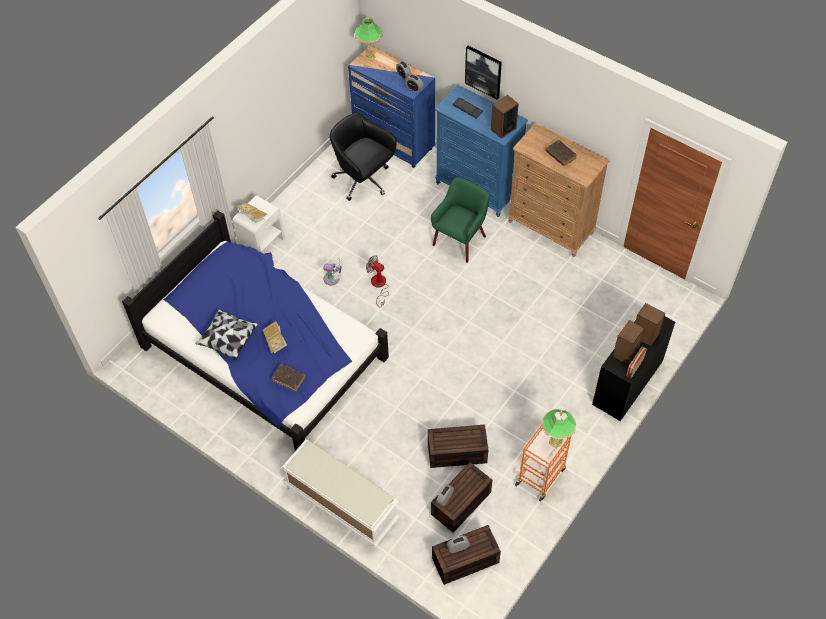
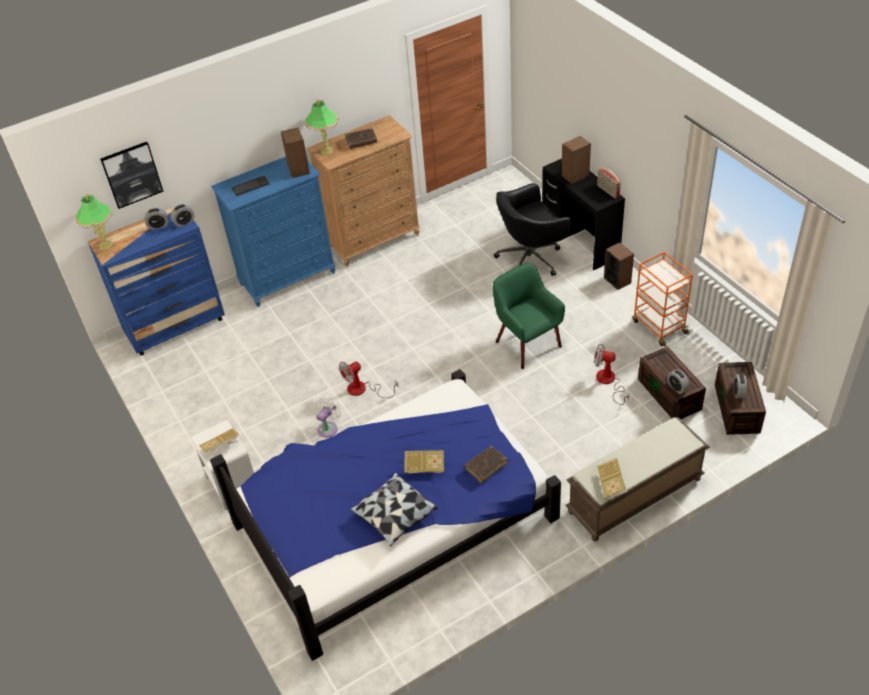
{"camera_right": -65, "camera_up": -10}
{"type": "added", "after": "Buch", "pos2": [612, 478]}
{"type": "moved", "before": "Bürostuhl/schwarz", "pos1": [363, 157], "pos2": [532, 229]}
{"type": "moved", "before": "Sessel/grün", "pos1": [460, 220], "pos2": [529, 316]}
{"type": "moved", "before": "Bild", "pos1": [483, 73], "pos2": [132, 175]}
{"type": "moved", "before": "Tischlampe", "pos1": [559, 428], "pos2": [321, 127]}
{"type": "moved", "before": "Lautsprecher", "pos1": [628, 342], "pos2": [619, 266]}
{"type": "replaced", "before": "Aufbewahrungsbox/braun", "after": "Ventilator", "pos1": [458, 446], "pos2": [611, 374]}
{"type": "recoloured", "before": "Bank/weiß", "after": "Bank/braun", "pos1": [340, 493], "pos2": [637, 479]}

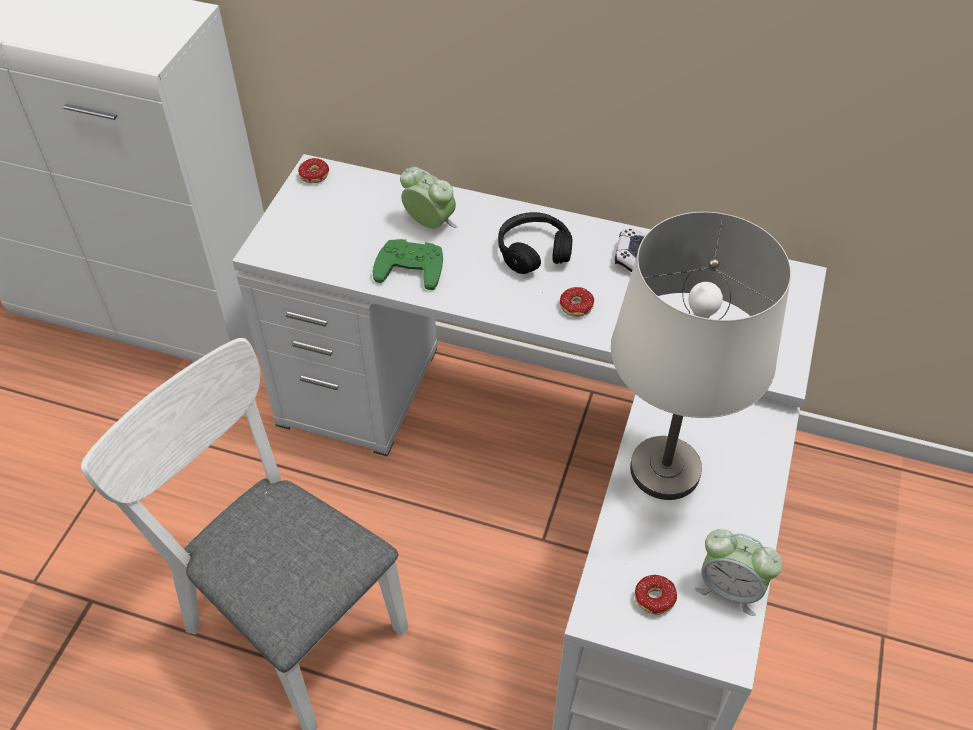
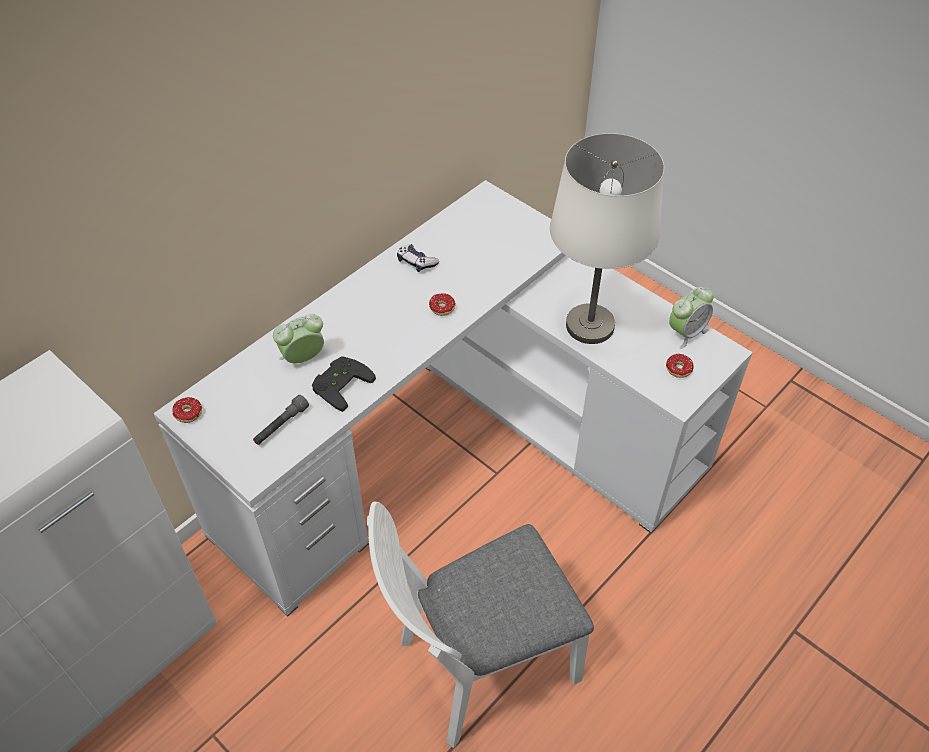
{"camera_right": -65, "camera_up": 0}
{"type": "removed", "before": "Kopfhörer/schwarz", "pos1": [535, 243]}
{"type": "added", "after": "Taschenlampe/grau", "pos2": [281, 420]}
{"type": "recoloured", "before": "Gamepad/grün", "after": "Gamepad/schwarz", "pos1": [408, 264], "pos2": [344, 384]}

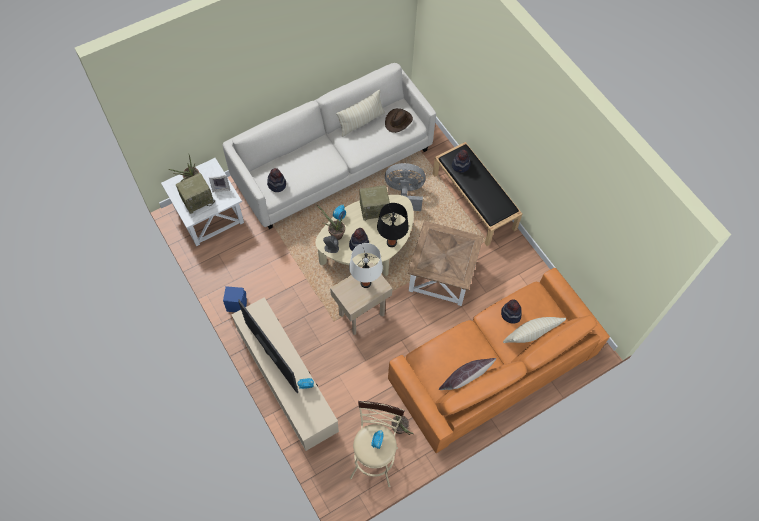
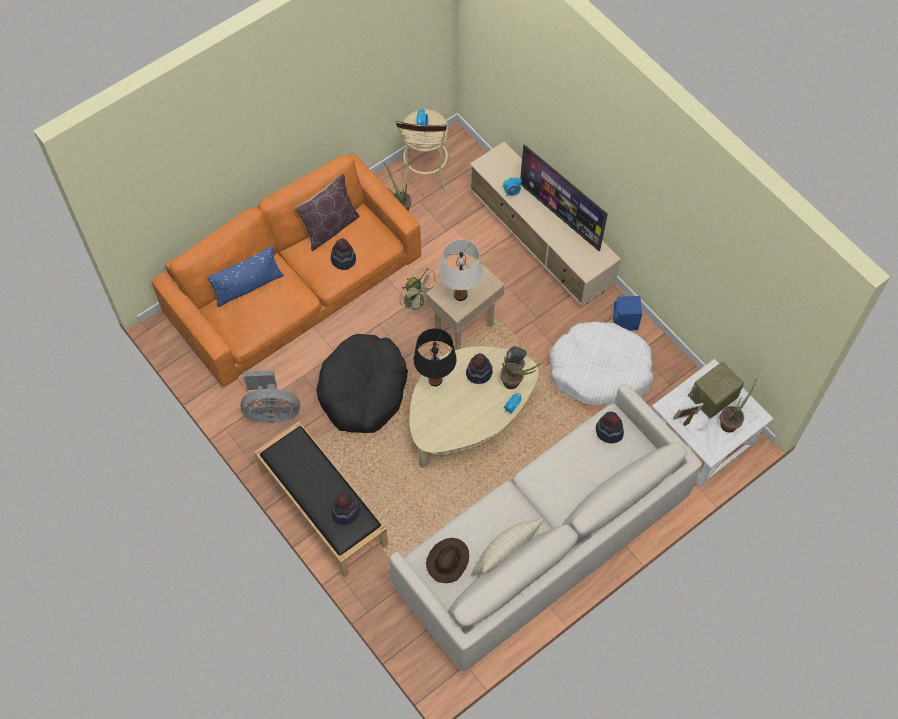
{"camera_right": 175, "camera_up": 0}
{"type": "removed", "before": "Radio", "pos1": [375, 203]}
{"type": "added", "after": "Ventilator/grün", "pos2": [419, 292]}
{"type": "added", "after": "Hundebett/weiß", "pos2": [601, 363]}
{"type": "moved", "before": "Ventilator/grau", "pos1": [405, 187], "pos2": [270, 396]}
{"type": "moved", "before": "Hut", "pos1": [511, 312], "pos2": [343, 254]}
{"type": "replaced", "before": "Beistelltisch/braun", "after": "Hundebett/schwarz", "pos1": [445, 263], "pos2": [362, 383]}
{"type": "recoloured", "before": "Kissen/beige", "after": "Kissen/blau", "pos1": [534, 330], "pos2": [245, 276]}

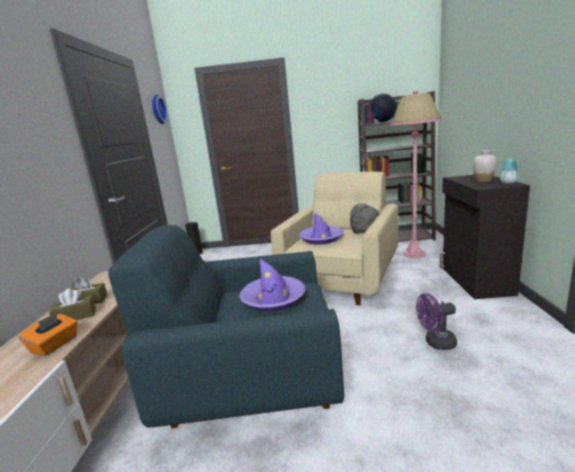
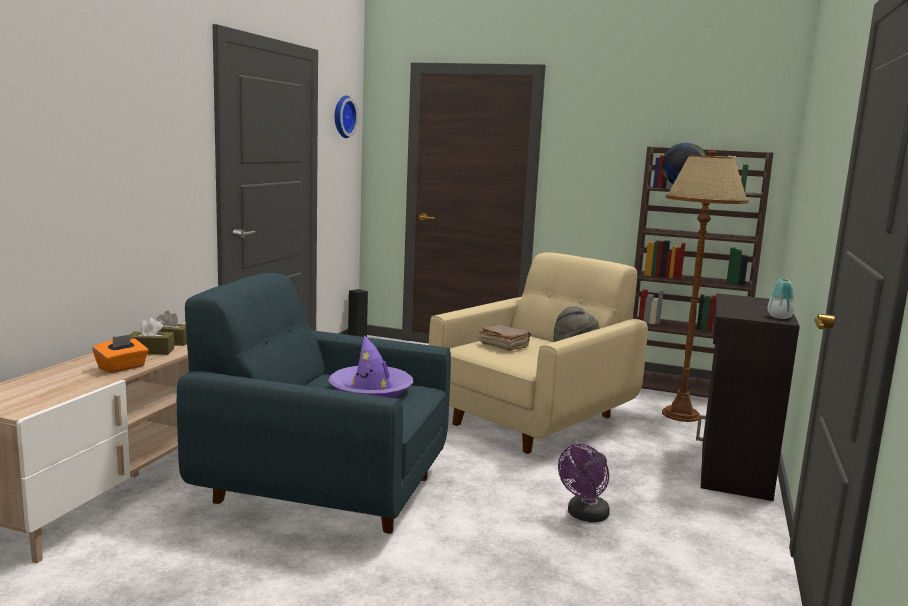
{"camera_right": 15, "camera_up": -5}
{"type": "removed", "before": "Vase/weiß", "pos1": [485, 166]}
{"type": "replaced", "before": "Hut/lila", "after": "Buch/braun", "pos1": [321, 228], "pos2": [505, 337]}
{"type": "recoloured", "before": "Stehlampe/rosa", "after": "Stehlampe/braun", "pos1": [416, 174], "pos2": [705, 286]}
{"type": "turned", "before": "Ventilator/lila", "pos1": [436, 321], "pos2": [584, 483], "turn": -60}

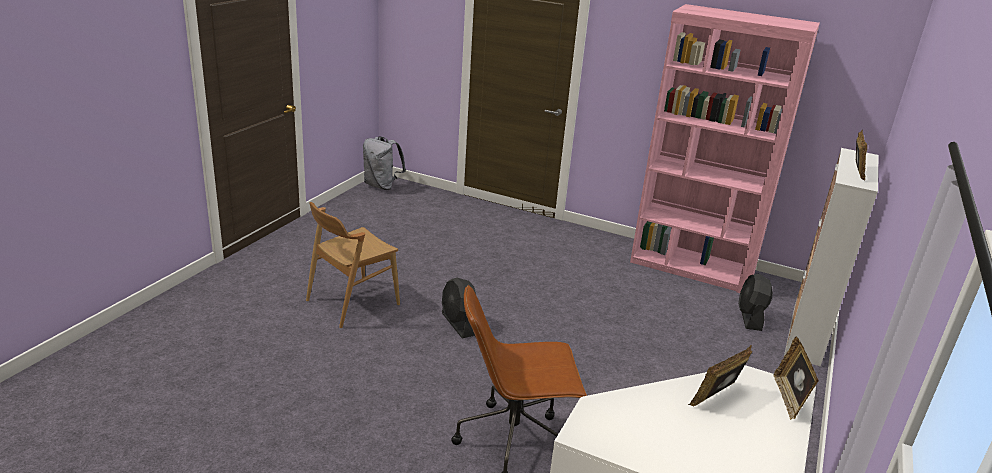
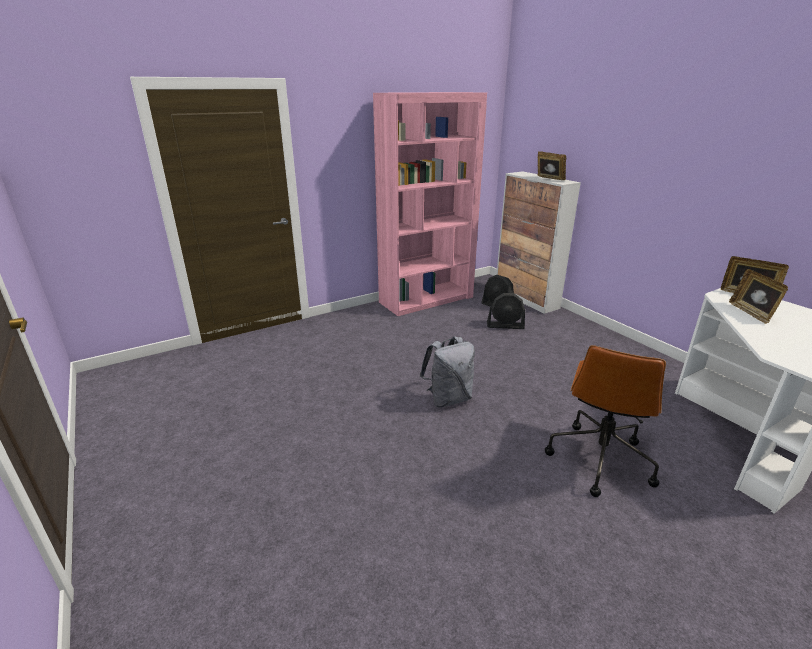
{"camera_right": -55, "camera_up": 0}
{"type": "removed", "before": "Stuhl/braun", "pos1": [353, 265]}
{"type": "moved", "before": "Rucksack/grau", "pos1": [384, 163], "pos2": [447, 371]}
{"type": "moved", "before": "Ventilator/schwarz", "pos1": [459, 308], "pos2": [506, 311]}

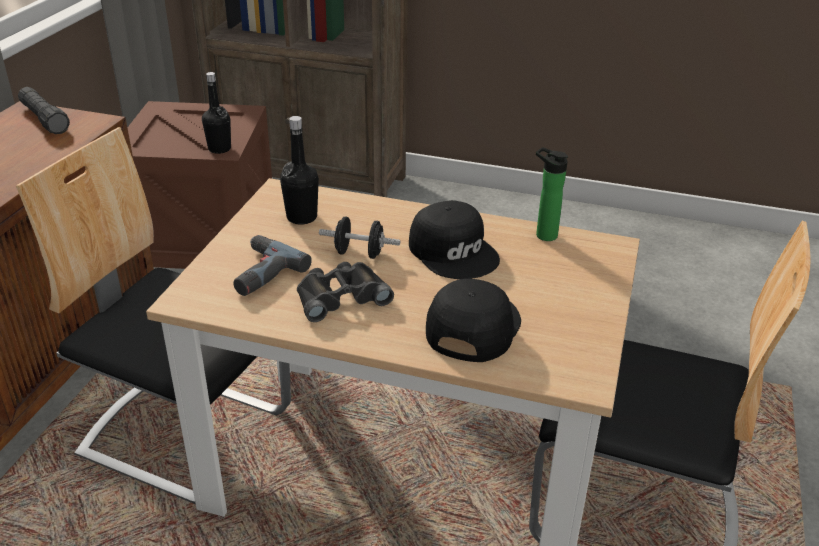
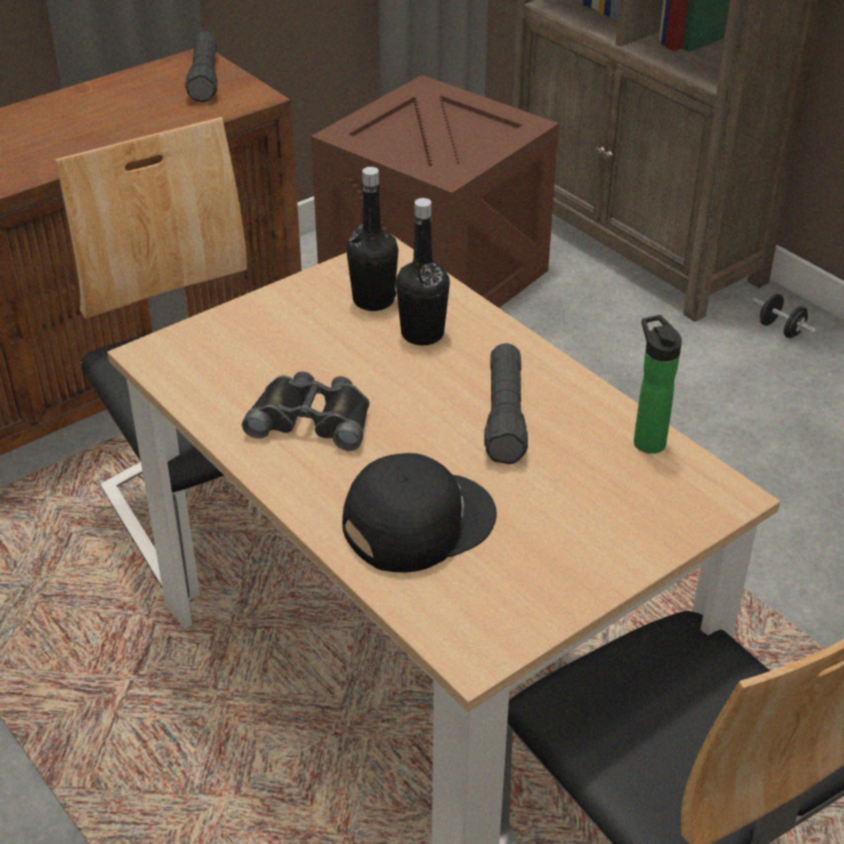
{"camera_right": 35, "camera_up": 5}
{"type": "removed", "before": "Bohrmaschine", "pos1": [273, 265]}
{"type": "moved", "before": "Flasche/schwarz", "pos1": [216, 113], "pos2": [423, 271]}
{"type": "moved", "before": "Hantel/schwarz", "pos1": [359, 238], "pos2": [784, 316]}
{"type": "replaced", "before": "Kappe/schwarz", "after": "Taschenlampe/schwarz", "pos1": [454, 239], "pos2": [506, 403]}

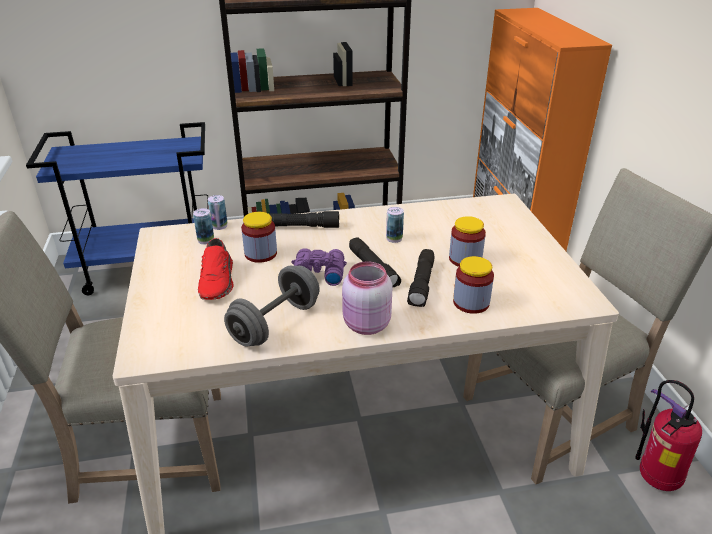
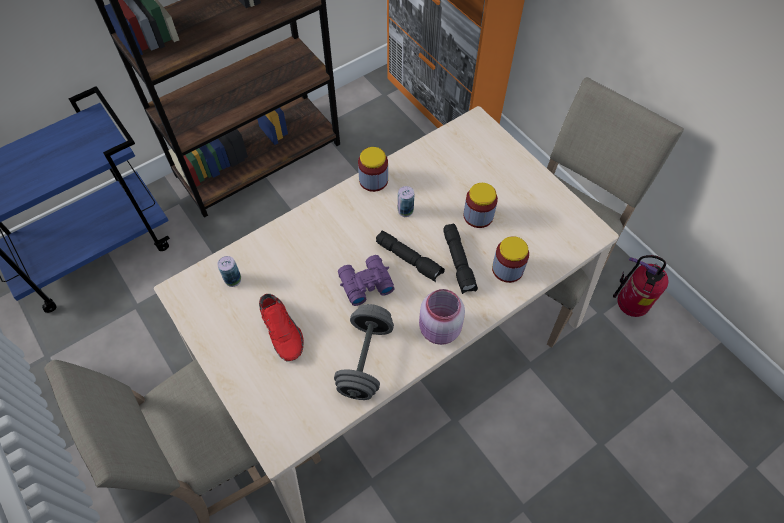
{"camera_right": -25, "camera_up": 25}
{"type": "removed", "before": "Dose", "pos1": [217, 212]}
{"type": "removed", "before": "Taschenlampe/schwarz", "pos1": [304, 219]}
{"type": "moved", "before": "Vorratsglas", "pos1": [259, 237], "pos2": [373, 169]}

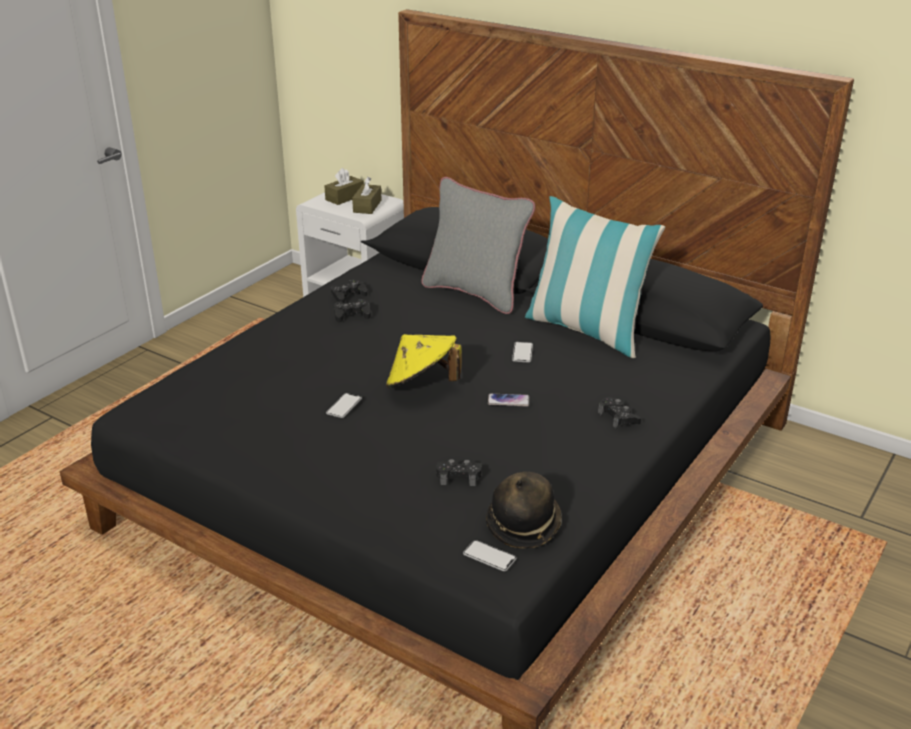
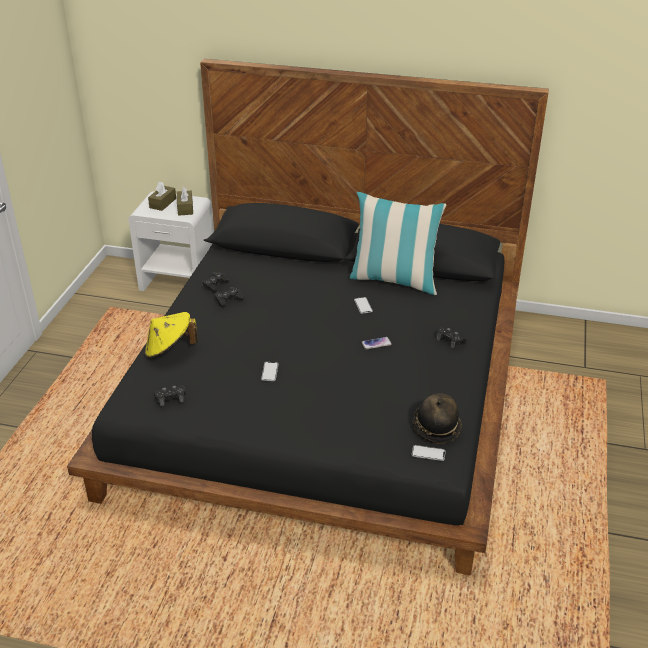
{"camera_right": -20, "camera_up": 5}
{"type": "removed", "before": "Kissen/grau", "pos1": [478, 245]}
{"type": "moved", "before": "Hut/gelb", "pos1": [424, 361], "pos2": [171, 335]}
{"type": "moved", "before": "Gamepad/schwarz", "pos1": [459, 472], "pos2": [170, 395]}

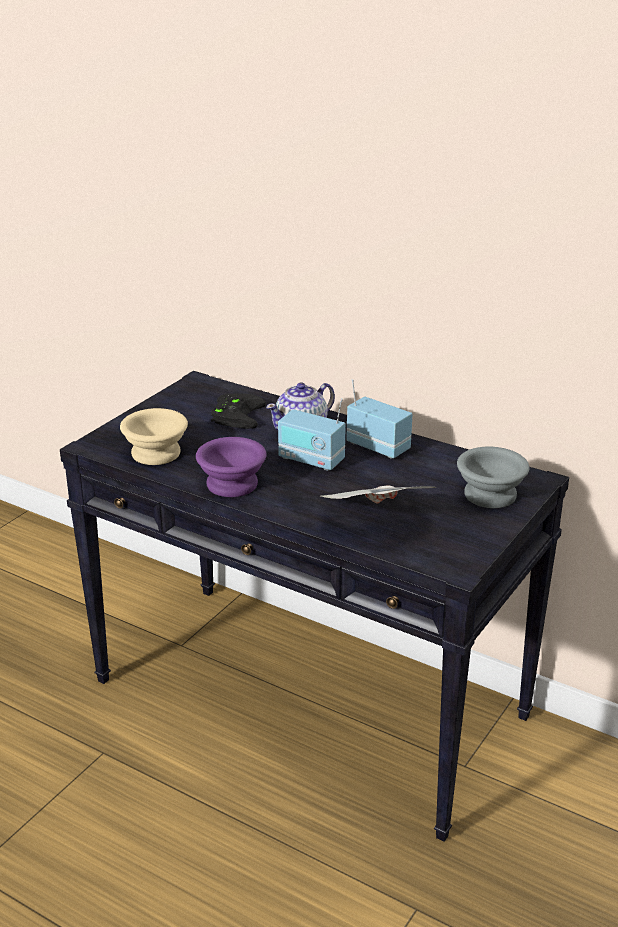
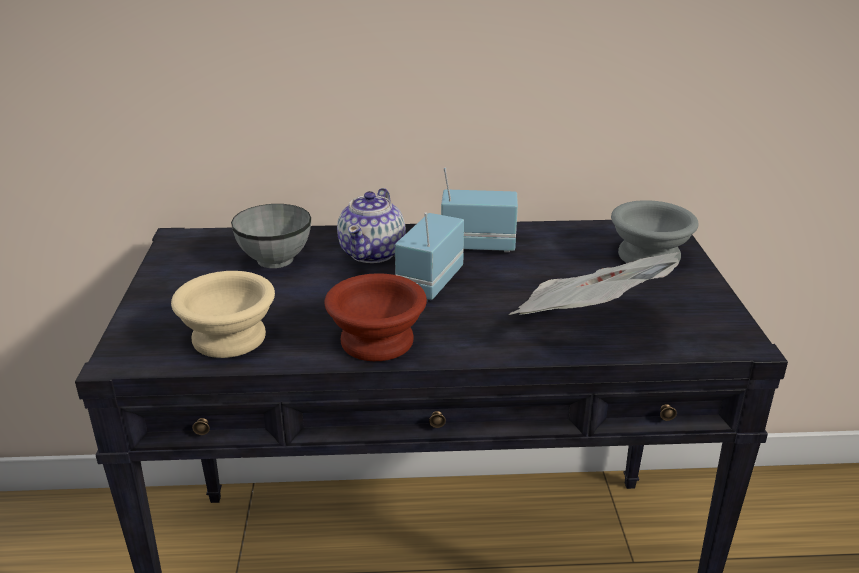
{"camera_right": -35, "camera_up": 0}
{"type": "replaced", "before": "Gamepad/schwarz", "after": "Schüssel/grau", "pos1": [238, 411], "pos2": [271, 236]}
{"type": "recoloured", "before": "Schüssel/lila", "after": "Schüssel/braun", "pos1": [231, 467], "pos2": [376, 317]}
{"type": "turned", "before": "Radio", "pos1": [312, 434], "pos2": [429, 256], "turn": 120}

